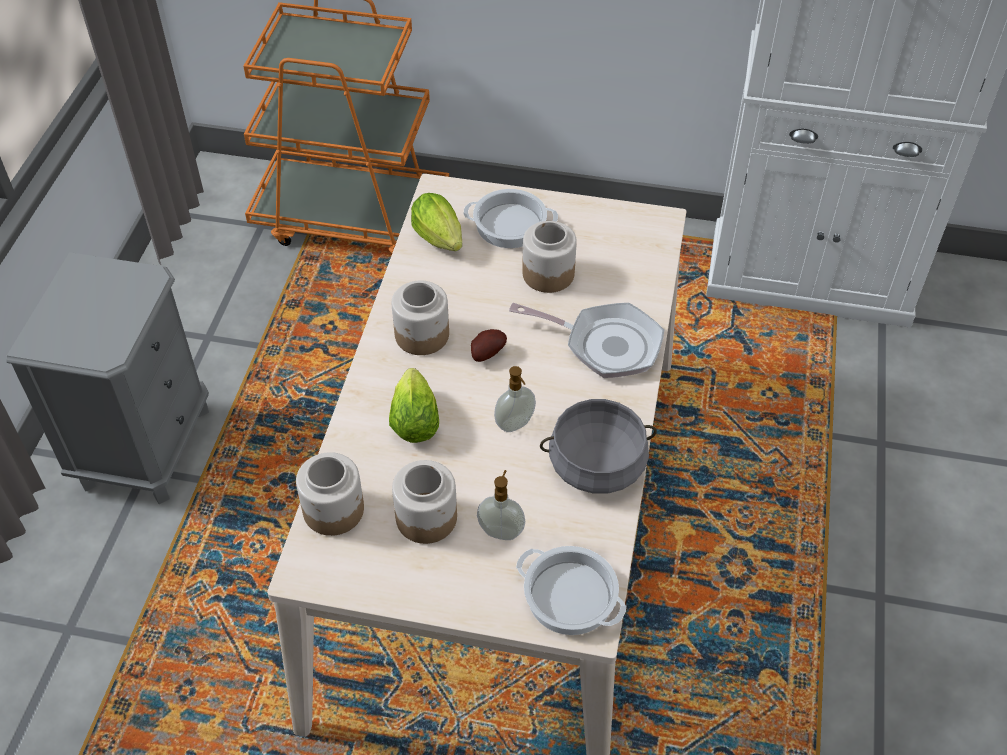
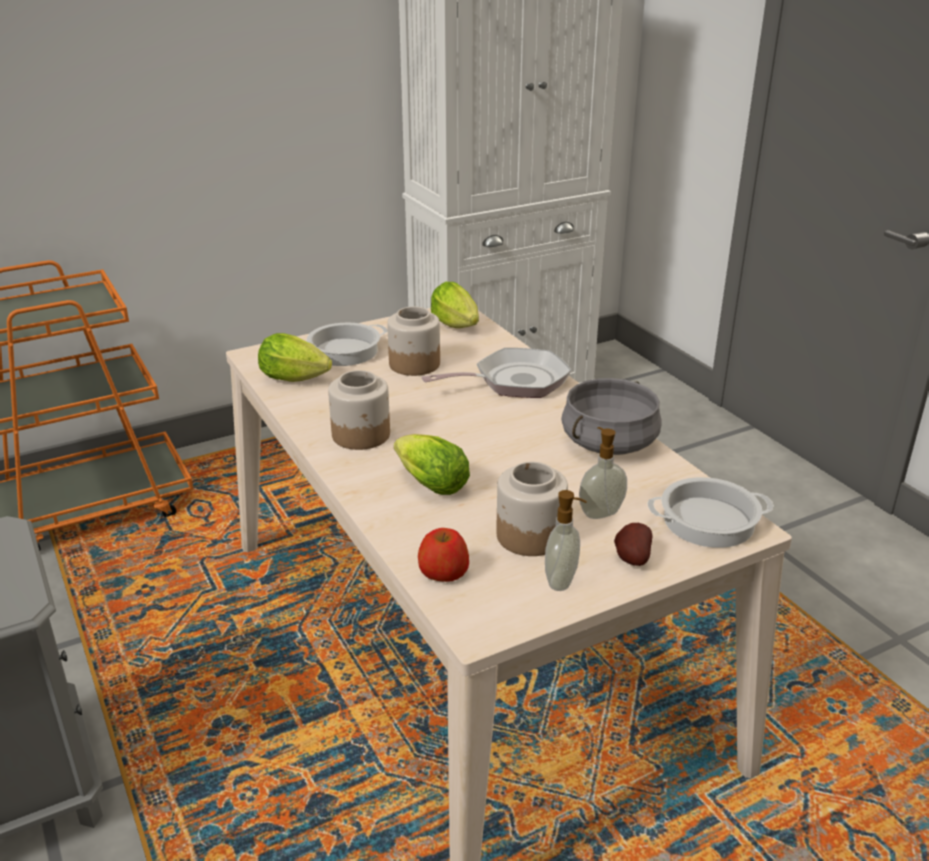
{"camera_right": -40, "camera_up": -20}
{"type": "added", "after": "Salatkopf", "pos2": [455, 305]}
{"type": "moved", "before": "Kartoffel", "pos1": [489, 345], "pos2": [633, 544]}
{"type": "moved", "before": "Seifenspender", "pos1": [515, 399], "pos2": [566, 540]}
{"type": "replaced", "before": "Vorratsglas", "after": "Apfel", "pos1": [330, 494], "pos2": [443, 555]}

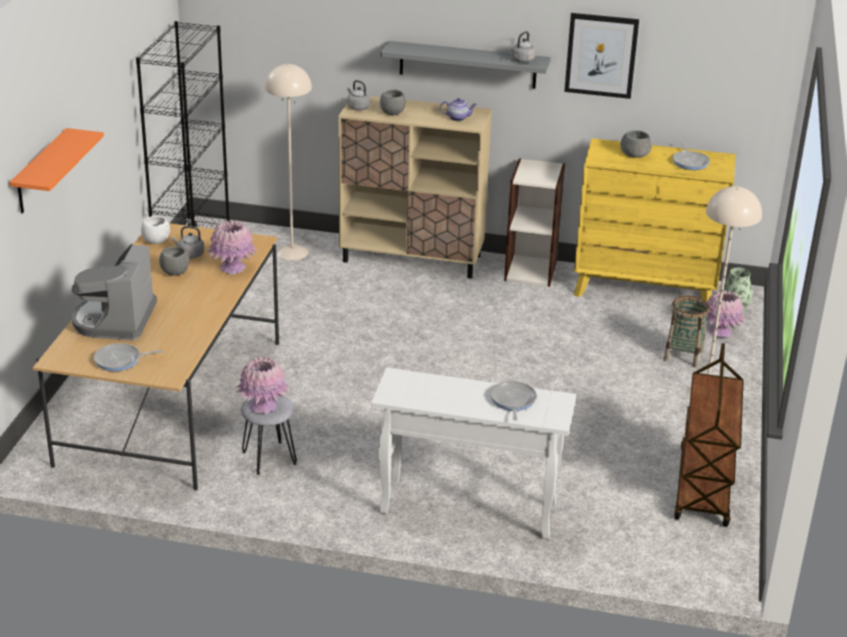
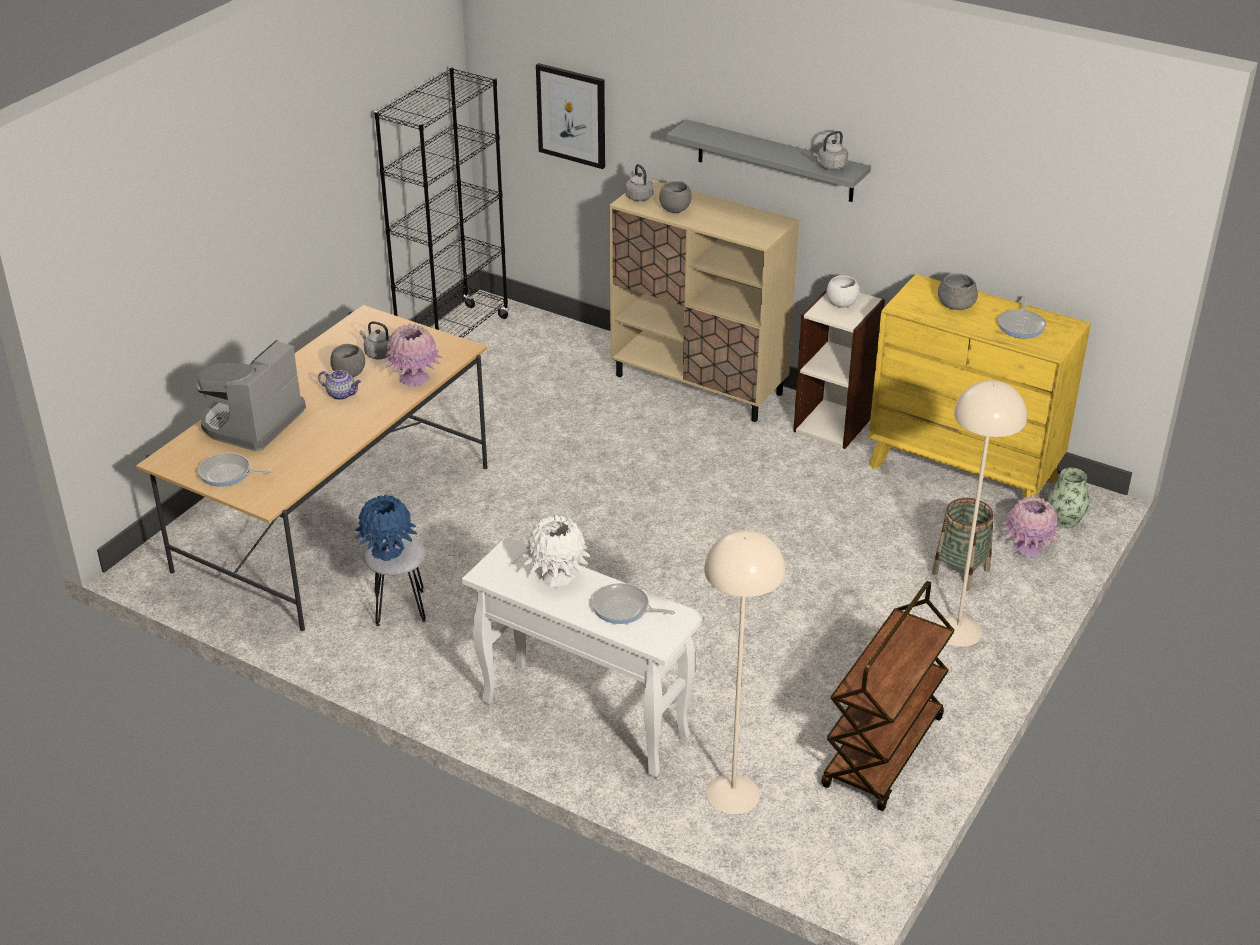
{"camera_right": 20, "camera_up": 5}
{"type": "removed", "before": "Wandregal/orange", "pos1": [56, 170]}
{"type": "added", "after": "Vase/weiß", "pos2": [556, 552]}
{"type": "moved", "before": "Schüssel/weiß", "pos1": [155, 230], "pos2": [843, 291]}
{"type": "moved", "before": "Stehlampe/beige", "pos1": [288, 162], "pos2": [744, 672]}
{"type": "moved", "before": "Teekanne", "pos1": [458, 109], "pos2": [339, 385]}
{"type": "moved", "before": "Bild", "pos1": [601, 56], "pos2": [570, 116]}
{"type": "recoloured", "before": "Vase/rosa", "after": "Vase/blau", "pos1": [262, 385], "pos2": [386, 528]}
{"type": "turned", "before": "Pfanne", "pos1": [513, 401], "pos2": [633, 603], "turn": -90}

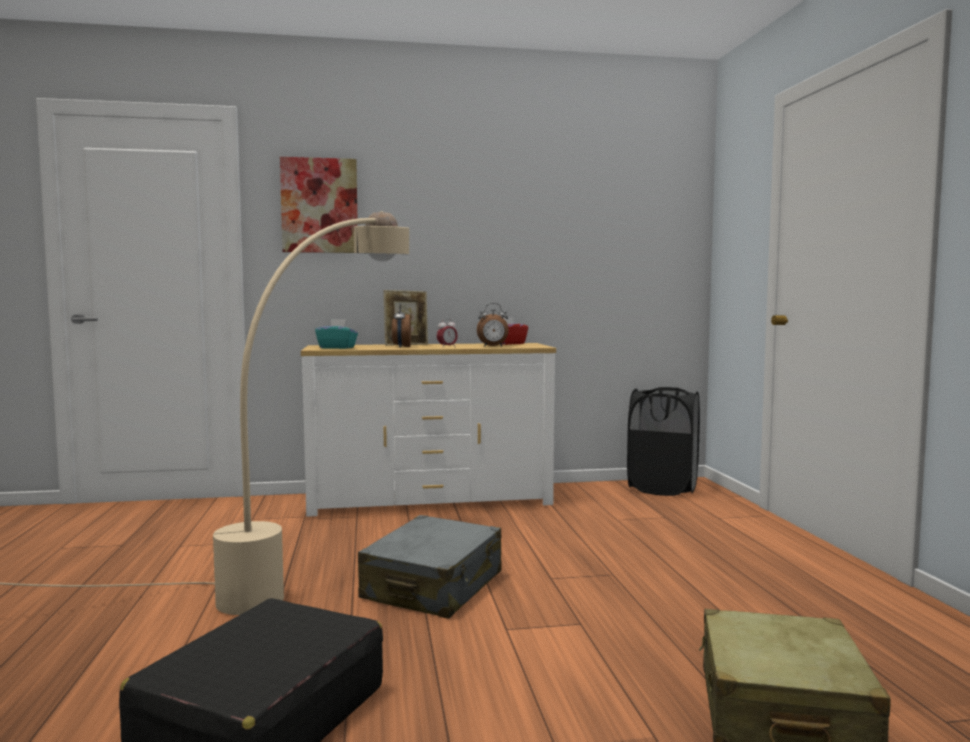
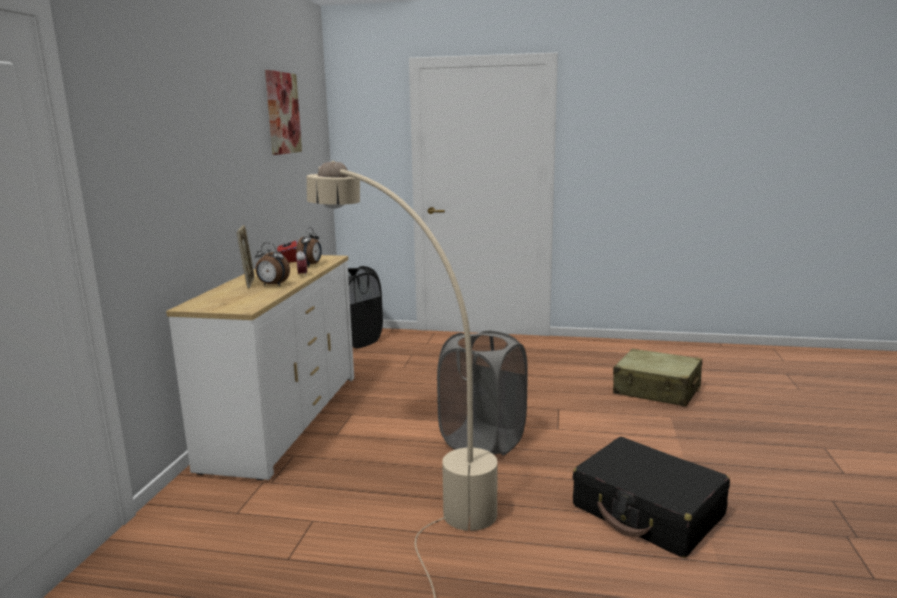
{"camera_right": -70, "camera_up": 10}
{"type": "removed", "before": "Taschentuchbox/türkis", "pos1": [336, 334]}
{"type": "moved", "before": "Bild", "pos1": [319, 205], "pos2": [283, 112]}
{"type": "replaced", "before": "Koffer/grau", "after": "Wäschekorb/grau", "pos1": [430, 567], "pos2": [482, 392]}

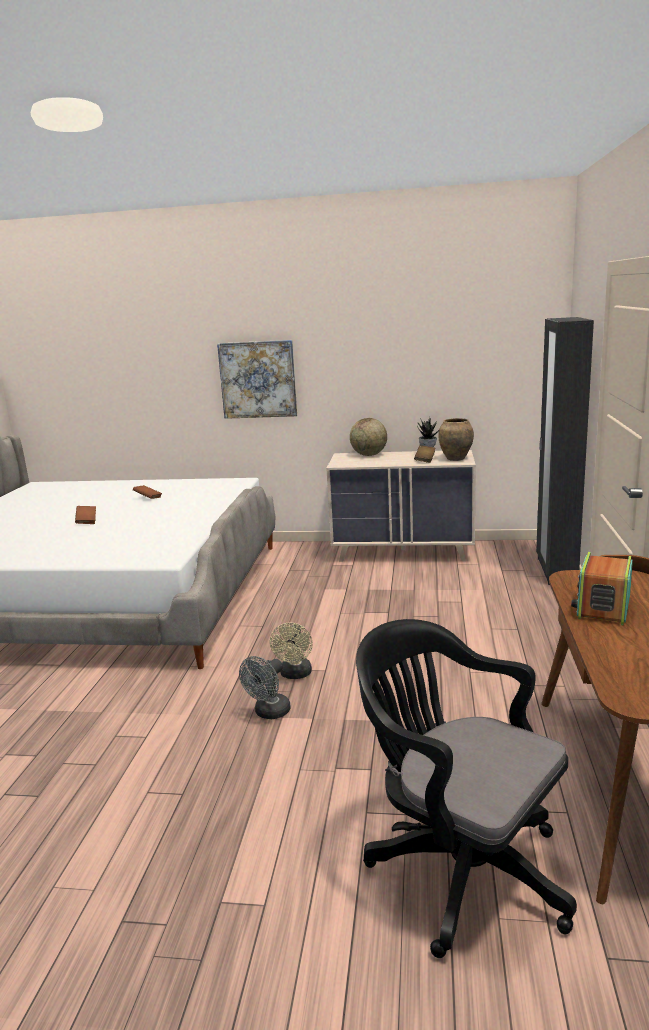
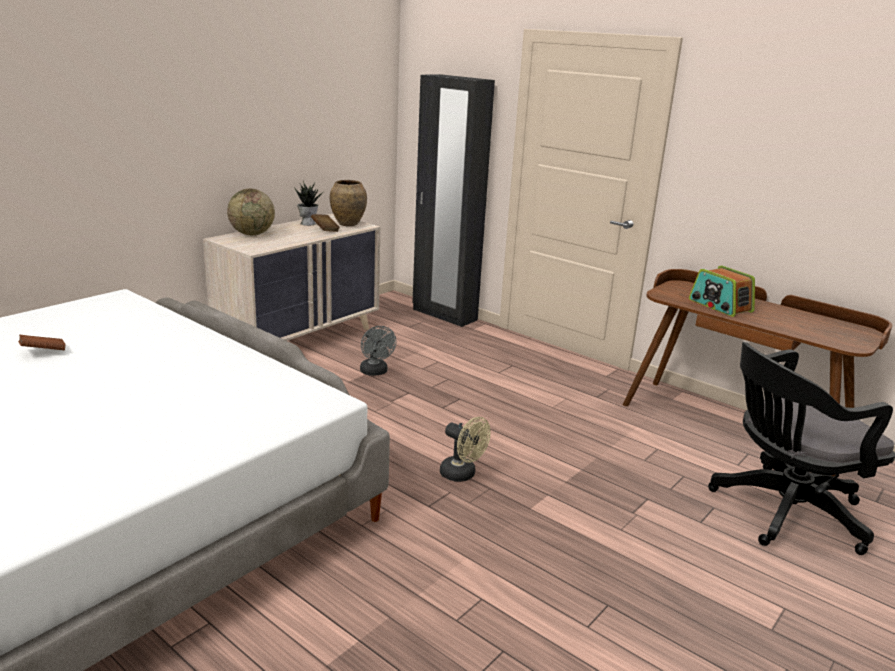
{"camera_right": -60, "camera_up": 5}
{"type": "removed", "before": "Buch/braun", "pos1": [85, 515]}
{"type": "removed", "before": "Bild", "pos1": [257, 379]}
{"type": "moved", "before": "Ventilator/grau", "pos1": [265, 687], "pos2": [378, 351]}

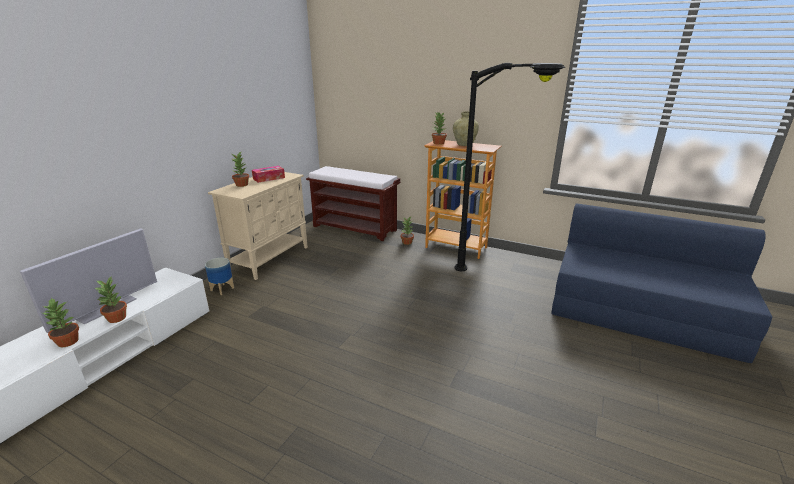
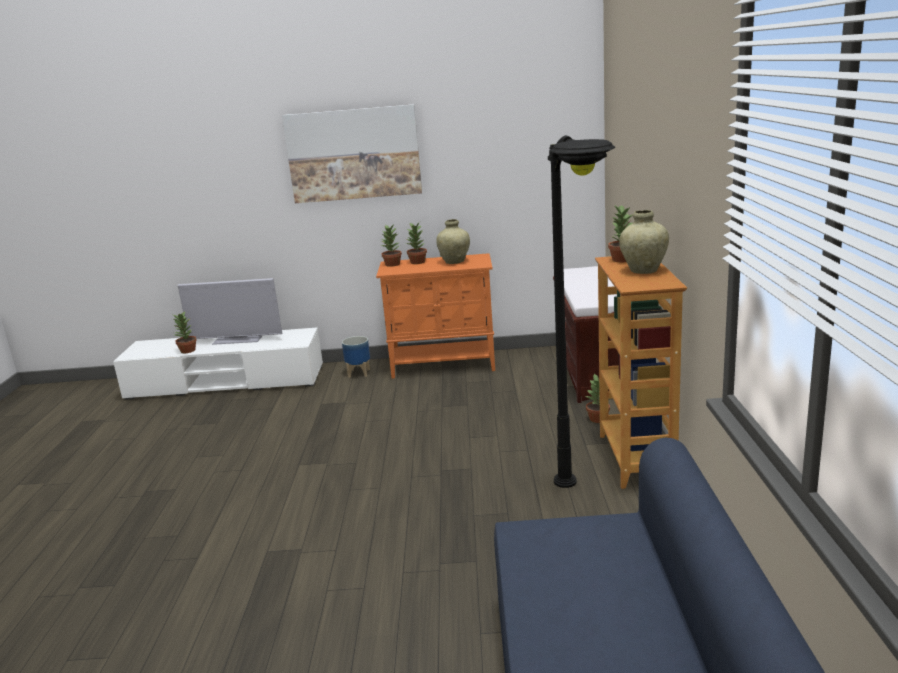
{"camera_right": 65, "camera_up": -5}
{"type": "added", "after": "Bild", "pos2": [352, 153]}
{"type": "moved", "before": "Topfpflanze", "pos1": [110, 300], "pos2": [391, 245]}
{"type": "replaced", "before": "Taschentuchbox", "after": "Vase/beige", "pos1": [268, 174], "pos2": [453, 241]}
{"type": "recoloured", "before": "Schrank/beige", "after": "Schrank/orange", "pos1": [258, 226], "pos2": [435, 316]}

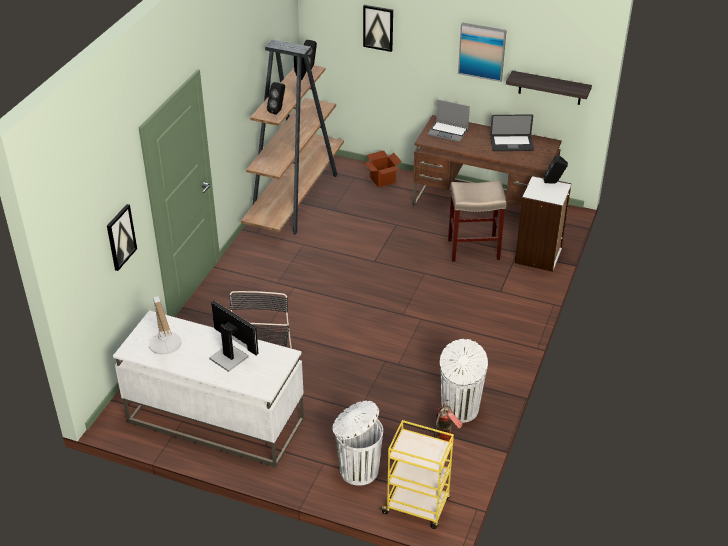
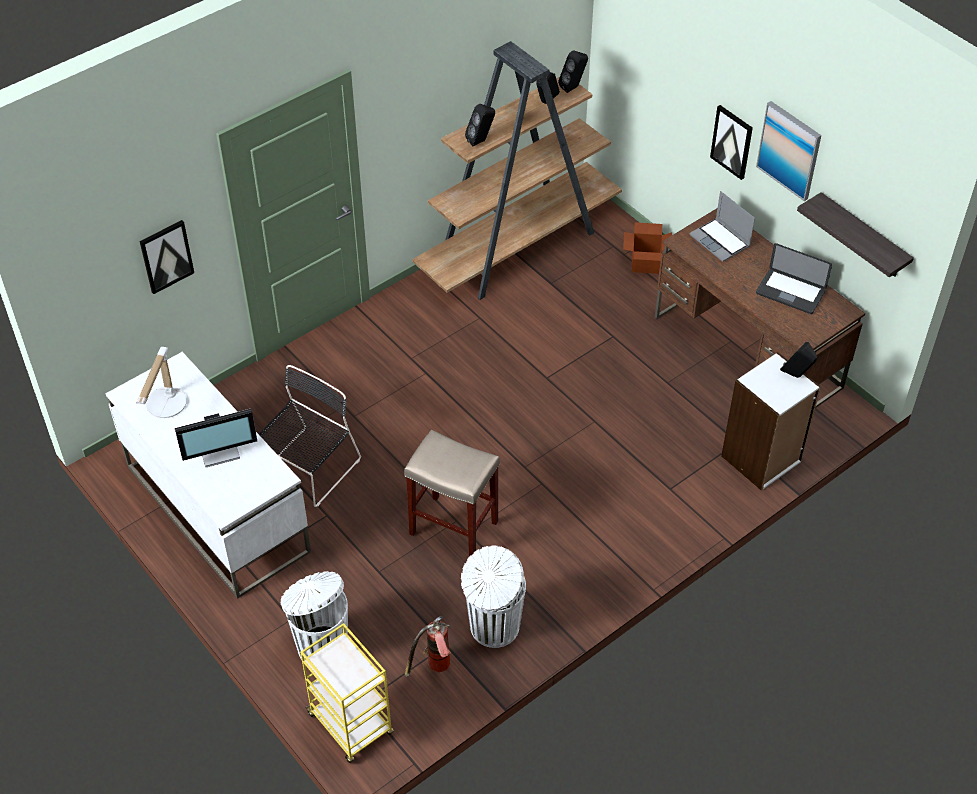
{"camera_right": 30, "camera_up": 10}
{"type": "moved", "before": "Bild", "pos1": [378, 28], "pos2": [731, 142]}
{"type": "moved", "before": "Hocker/beige", "pos1": [477, 221], "pos2": [452, 493]}
{"type": "turned", "before": "Monitor", "pos1": [234, 336], "pos2": [216, 438], "turn": 90}

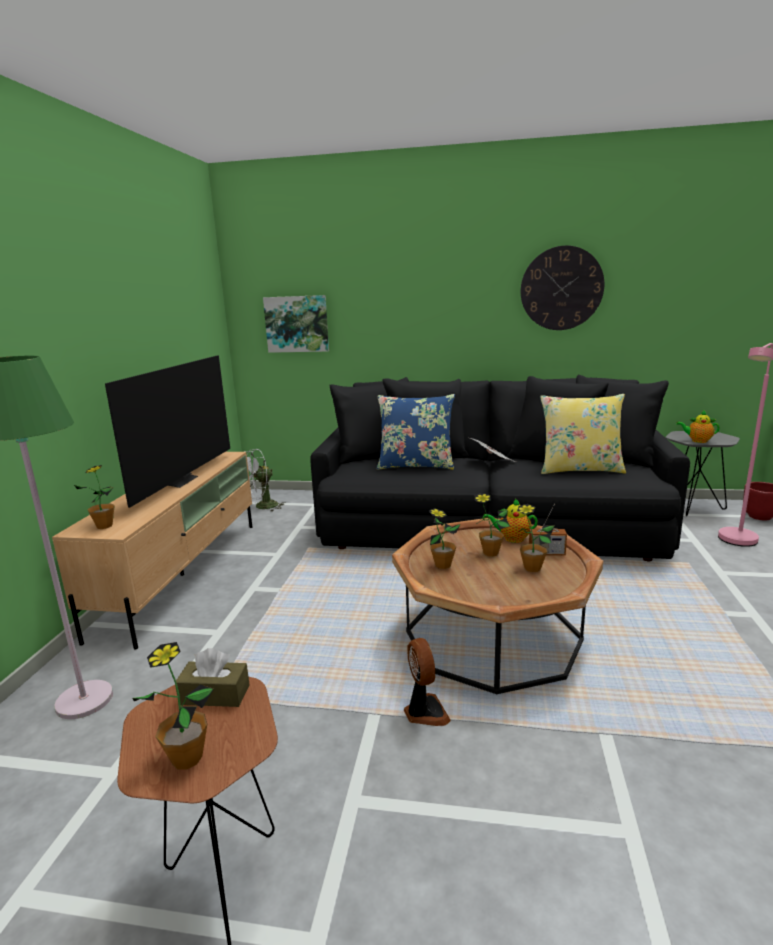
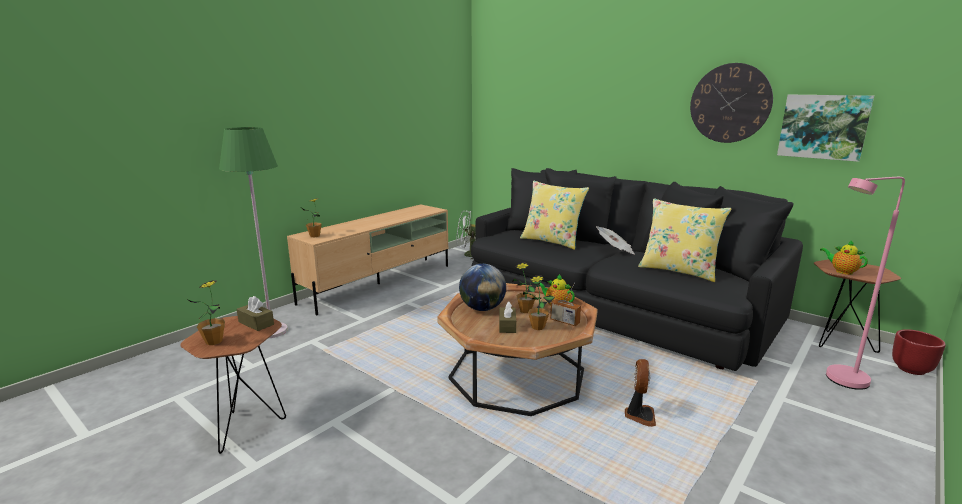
{"camera_right": 30, "camera_up": 0}
{"type": "removed", "before": "Fernseher", "pos1": [167, 431]}
{"type": "added", "after": "Taschentuchbox/braun", "pos2": [507, 317]}
{"type": "moved", "before": "Bild", "pos1": [296, 324], "pos2": [825, 128]}
{"type": "moved", "before": "Ventilator", "pos1": [427, 682], "pos2": [640, 393]}
{"type": "replaced", "before": "Topfpflanze", "after": "Globus", "pos1": [445, 538], "pos2": [482, 287]}
{"type": "recoloured", "before": "Kissen/blau", "after": "Kissen/gelb", "pos1": [415, 432], "pos2": [554, 215]}
{"type": "recoloured", "before": "Beistelltisch/grau", "after": "Beistelltisch/braun", "pos1": [703, 473], "pos2": [857, 306]}

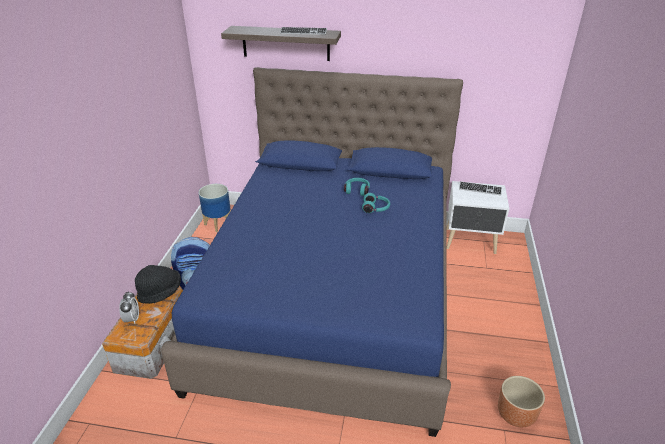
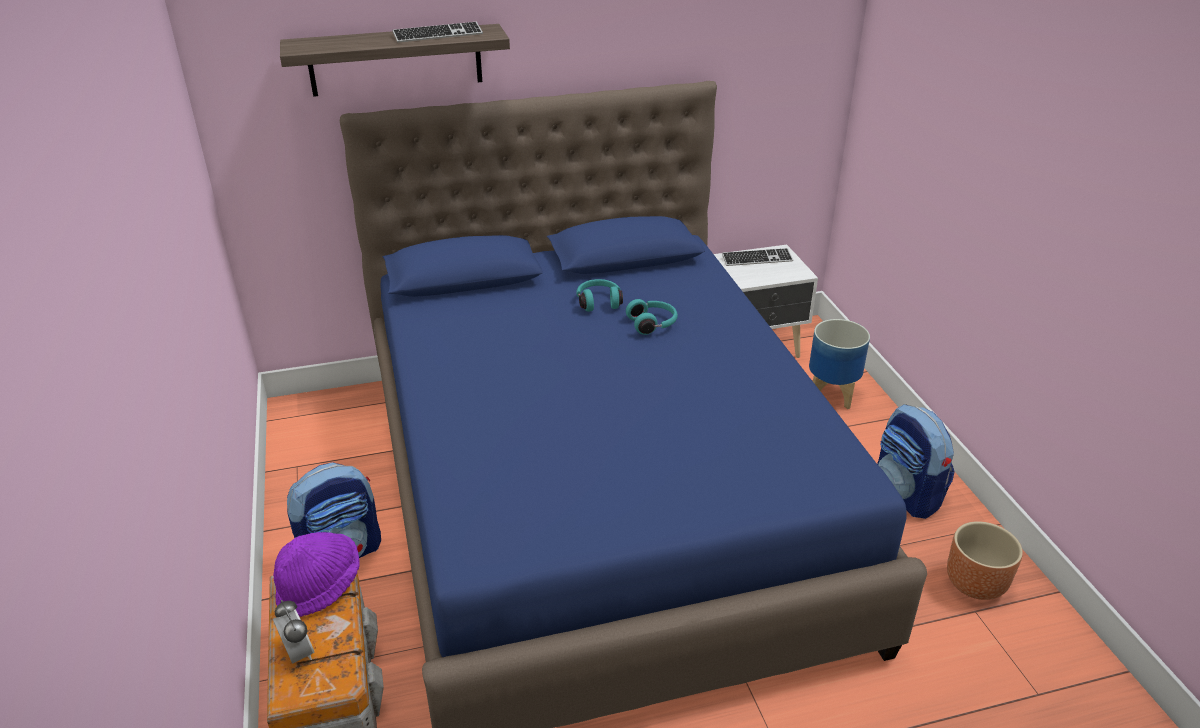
{"camera_right": -25, "camera_up": 0}
{"type": "added", "after": "Rucksack", "pos2": [916, 461]}
{"type": "moved", "before": "Pflanzkübel", "pos1": [215, 208], "pos2": [839, 364]}
{"type": "recoloured", "before": "Hut/schwarz", "after": "Hut/lila", "pos1": [158, 284], "pos2": [316, 574]}

